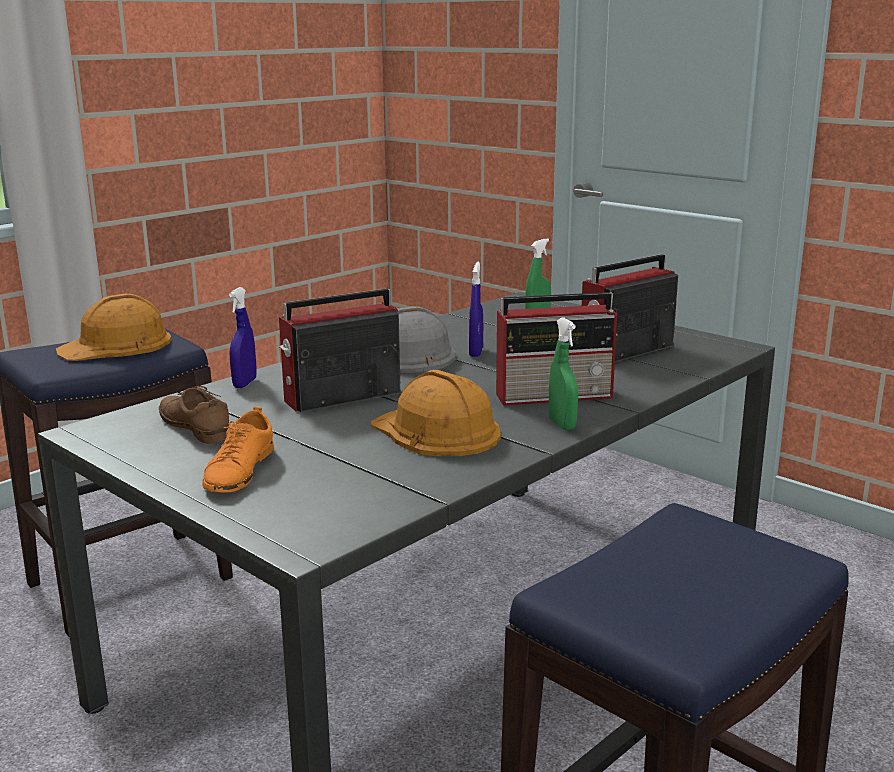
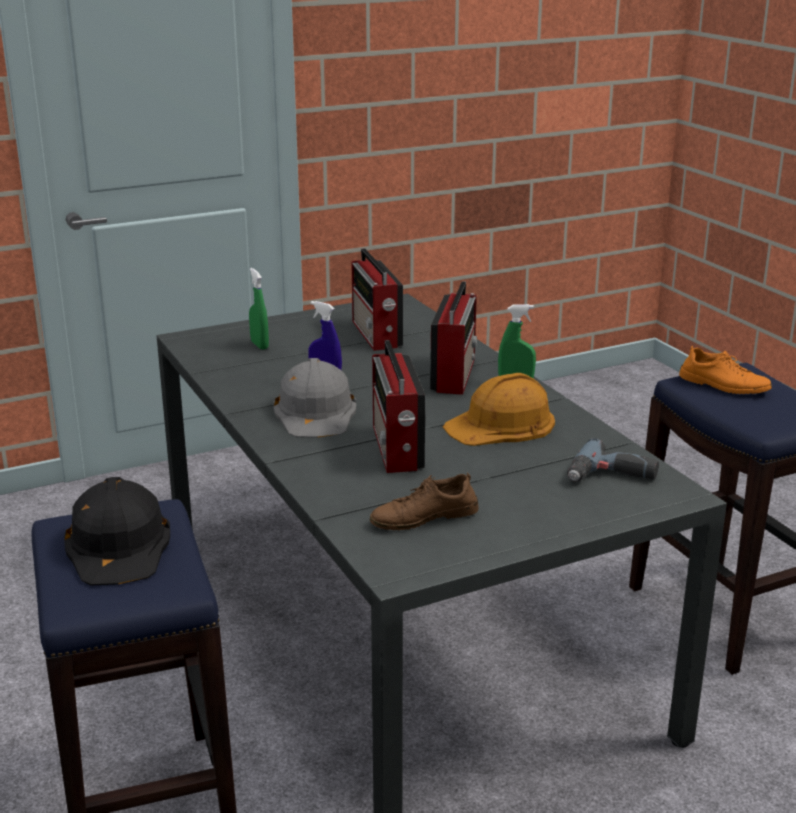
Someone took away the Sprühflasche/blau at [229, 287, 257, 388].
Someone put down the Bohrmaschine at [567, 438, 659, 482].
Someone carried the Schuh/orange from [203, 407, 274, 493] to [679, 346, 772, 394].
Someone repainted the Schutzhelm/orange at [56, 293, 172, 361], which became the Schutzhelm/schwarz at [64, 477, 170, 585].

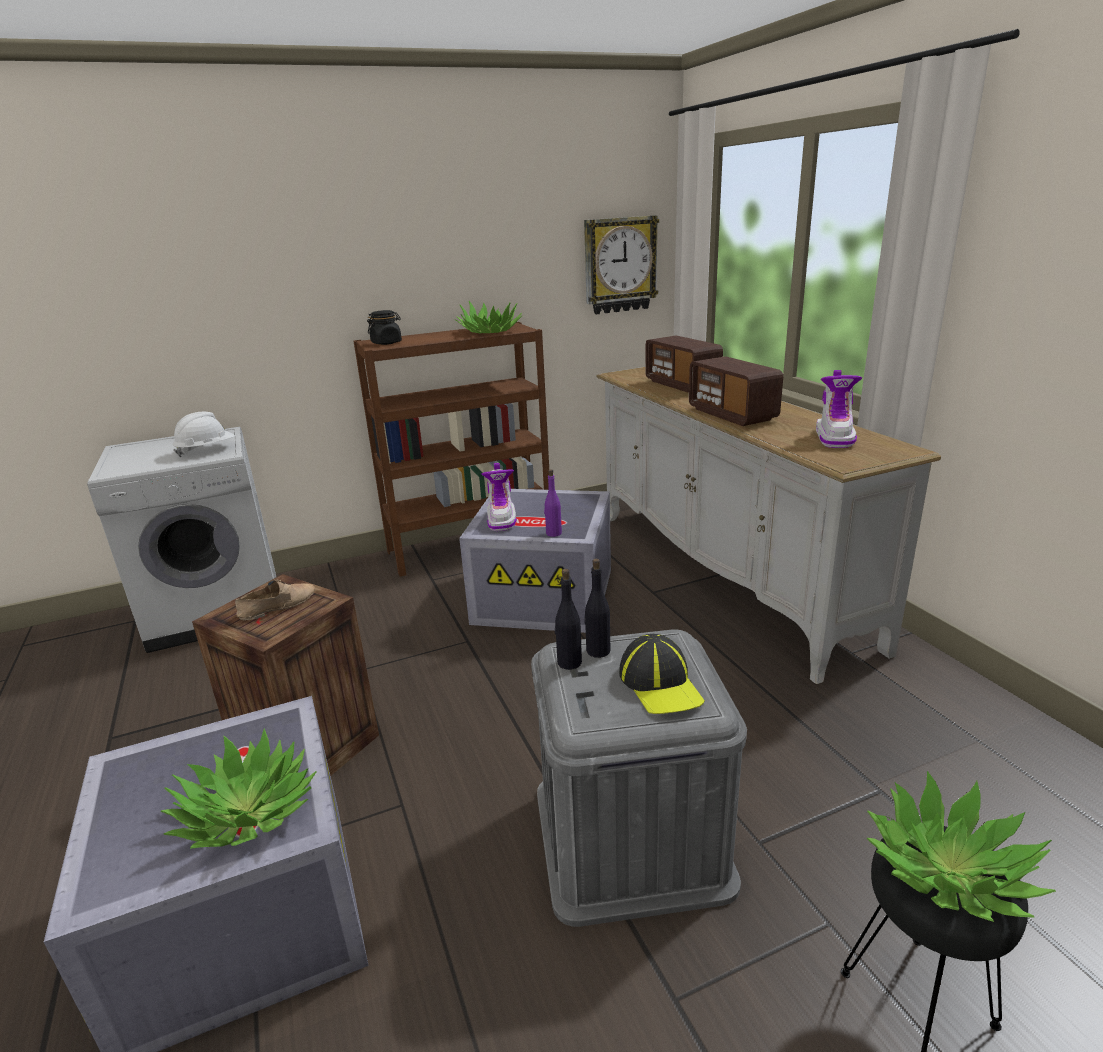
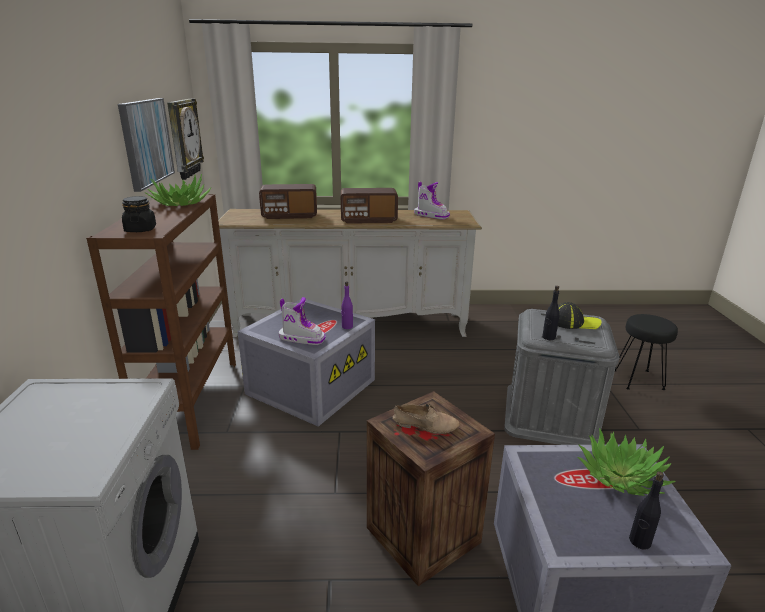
Someone took away the Schutzhelm/weiß at [173, 412, 235, 457].
Someone took away the Topfpflanze at [866, 771, 1056, 922].
Someone put up the Bild at [118, 98, 175, 192].
Someone carried the Flasche/schwarz from [584, 559, 610, 658] to [629, 471, 664, 550].
Someone rotated the Schuh/beige at [235, 579, 315, 620] by 120 degrees clockwise.

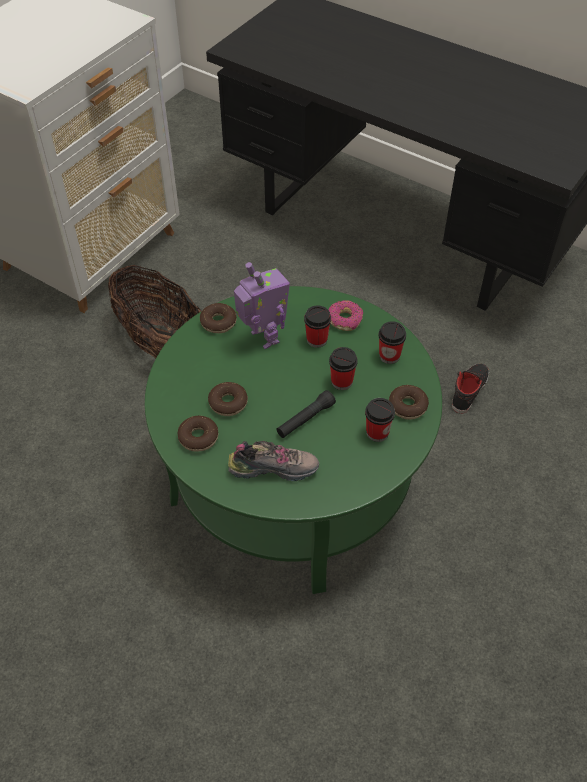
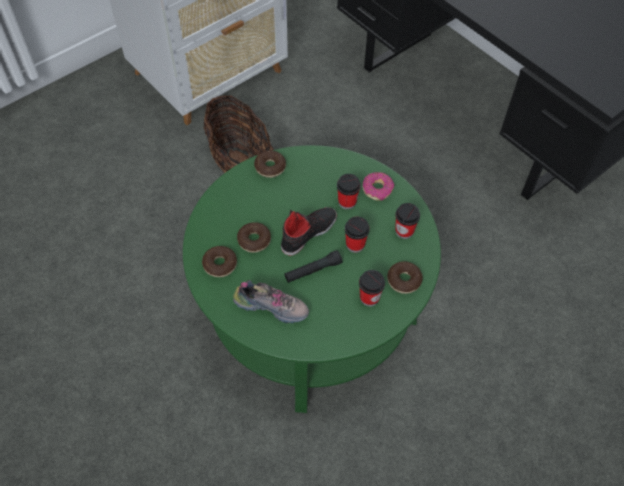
Someone took away the Spielzeugroboter at [234, 262, 290, 349].
Someone carried the Schuh/schwarz from [452, 363, 489, 414] to [281, 207, 337, 256].

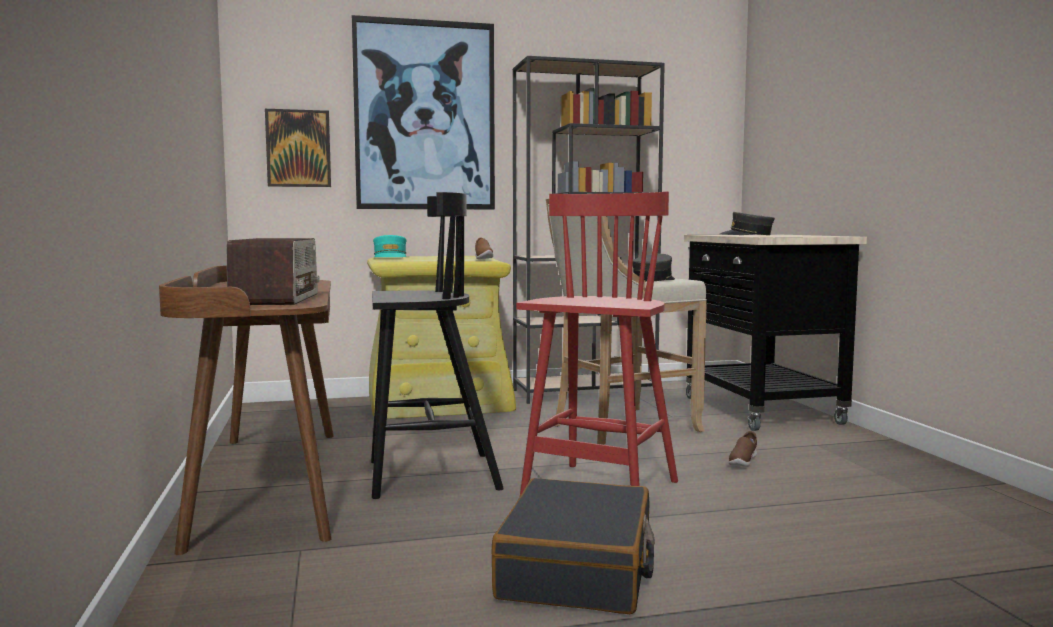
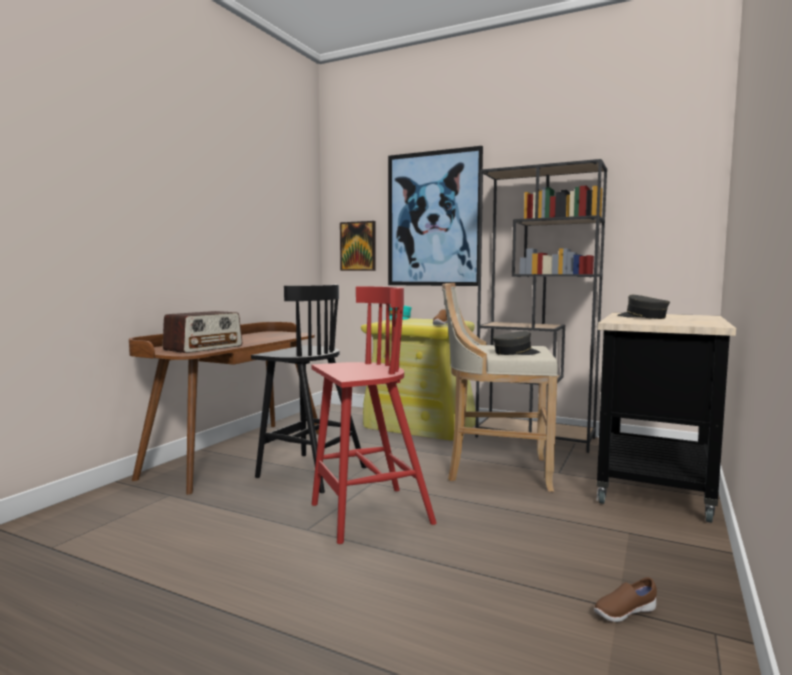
Someone took away the Koffer/schwarz at [491, 478, 655, 614].
Someone carried the Schuh/braun from [729, 431, 757, 467] to [594, 577, 657, 622].

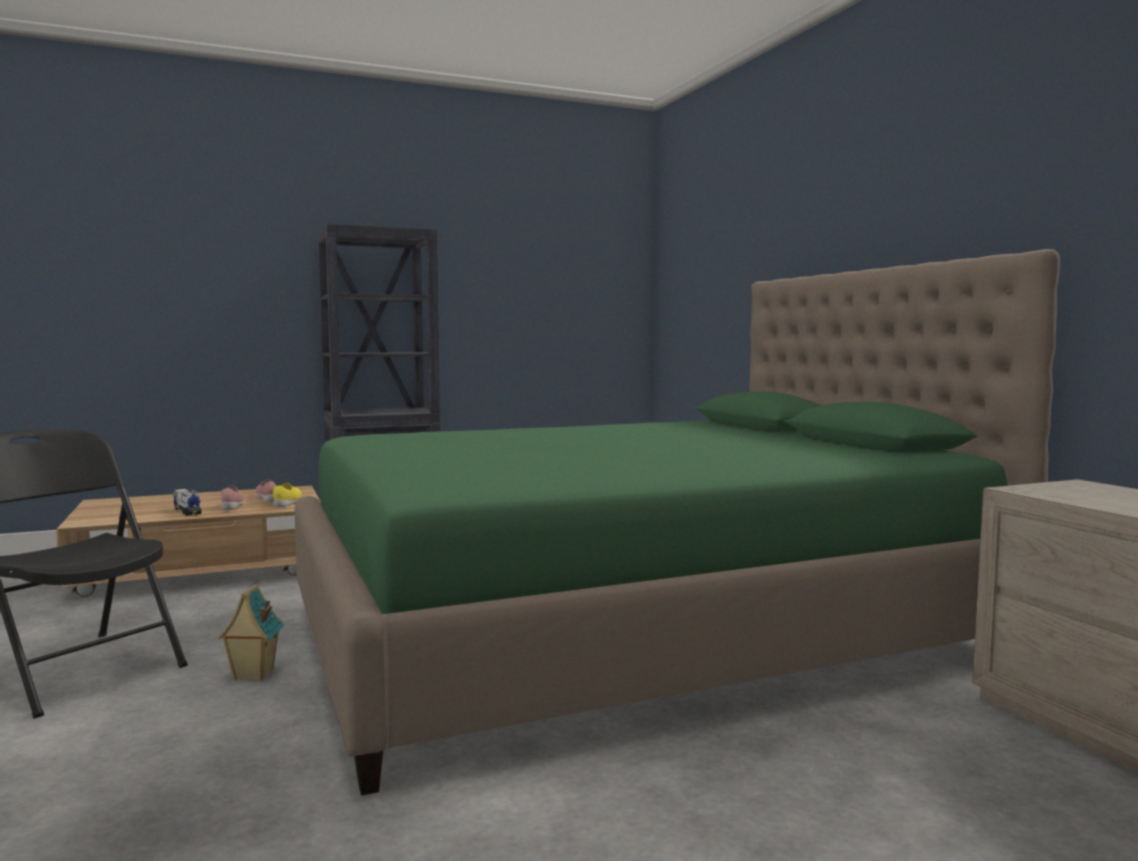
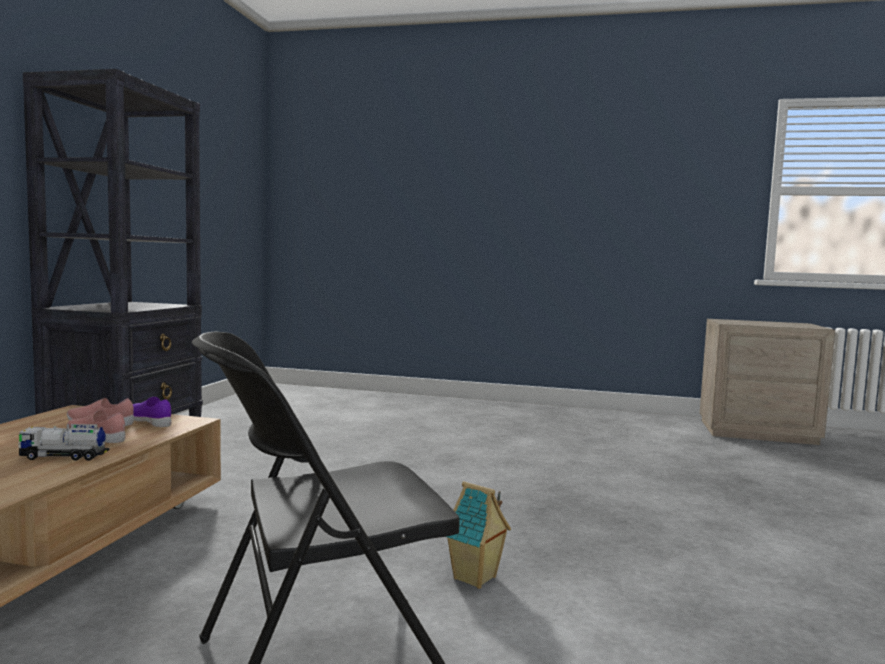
Someone took away the Bett/grün at [295, 249, 1060, 796].
Someone repainted the Schuh/gelb at [273, 483, 302, 507], which became the Schuh/lila at [133, 397, 171, 427].

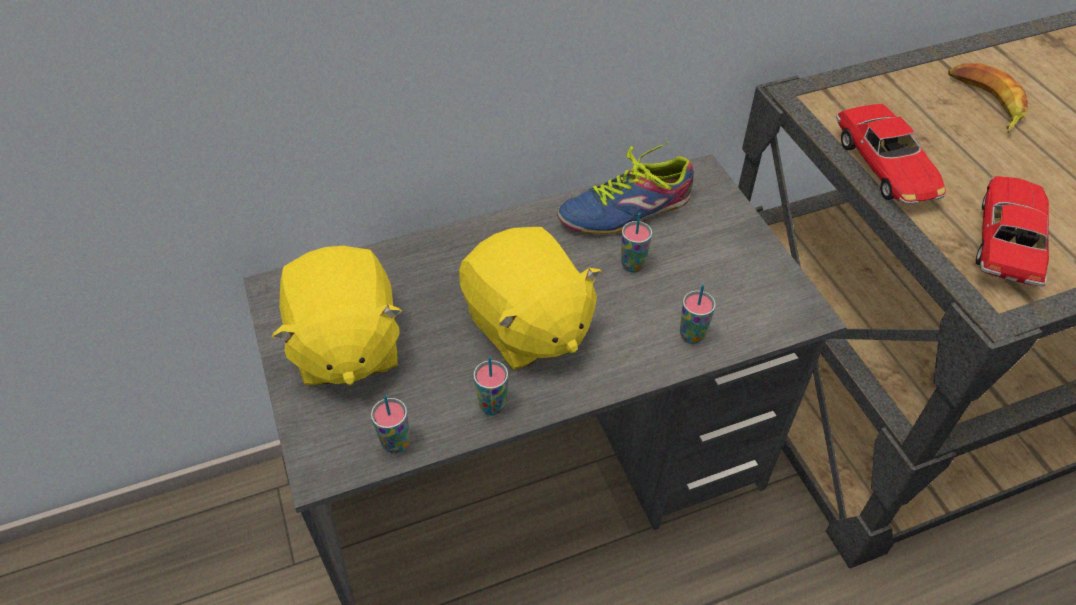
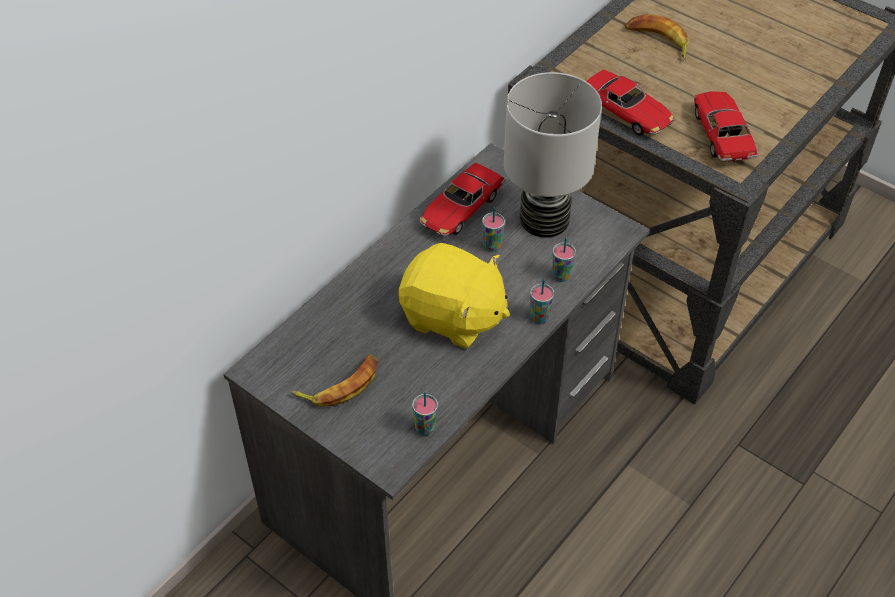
Someone put down the Tischlampe/grau at [504, 72, 602, 237].
Someone carried the Tasse from [473, 356, 508, 415] to [530, 279, 554, 324].
Someone swapped the Plüschtier/gelb at [272, 246, 402, 386] for the Banane at [291, 354, 378, 407].
Someone swapped the Schuh at [557, 141, 694, 234] for the Spielzeugauto at [419, 163, 505, 236].

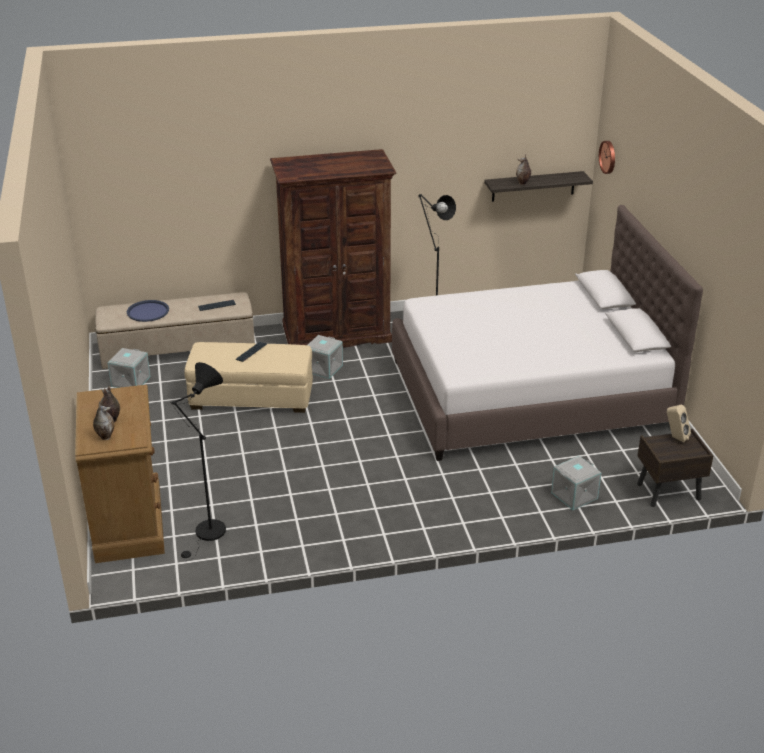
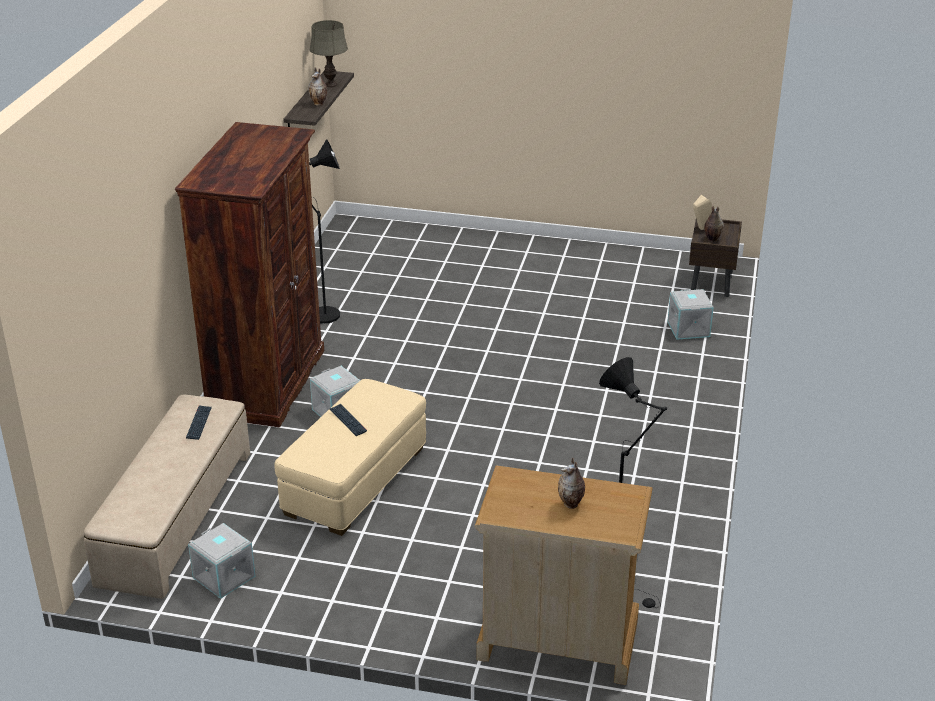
Someone took away the Tablett/blau at [127, 300, 169, 322].
Someone took away the Bett/weiß at [392, 205, 703, 461].
Someone took away the Wanduhr at [599, 141, 615, 174].
Someone put down the Tischlampe/grau at [310, 20, 348, 87].
Someone carried the Vase from [93, 401, 114, 440] to [704, 206, 724, 242].

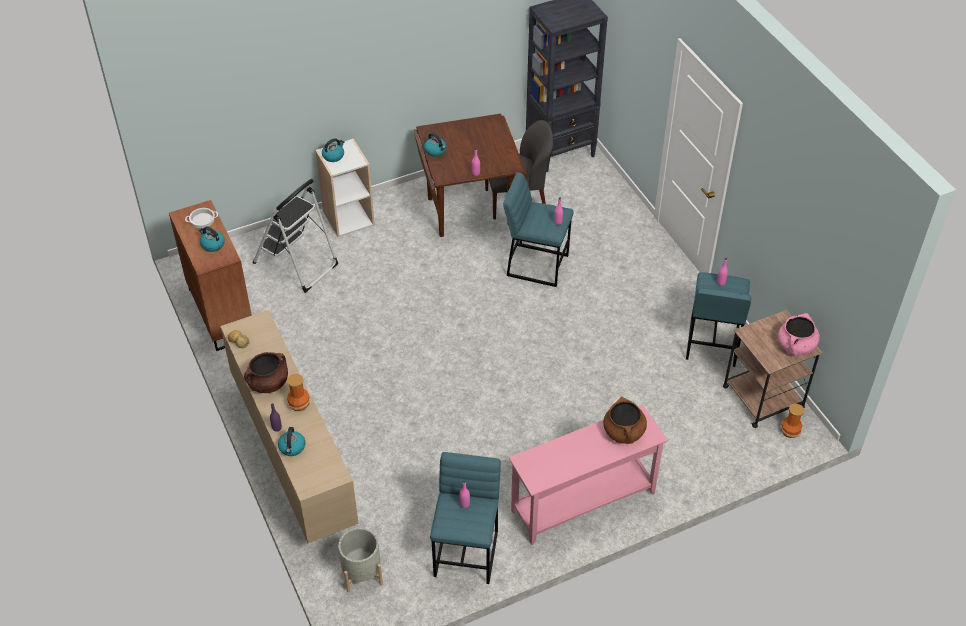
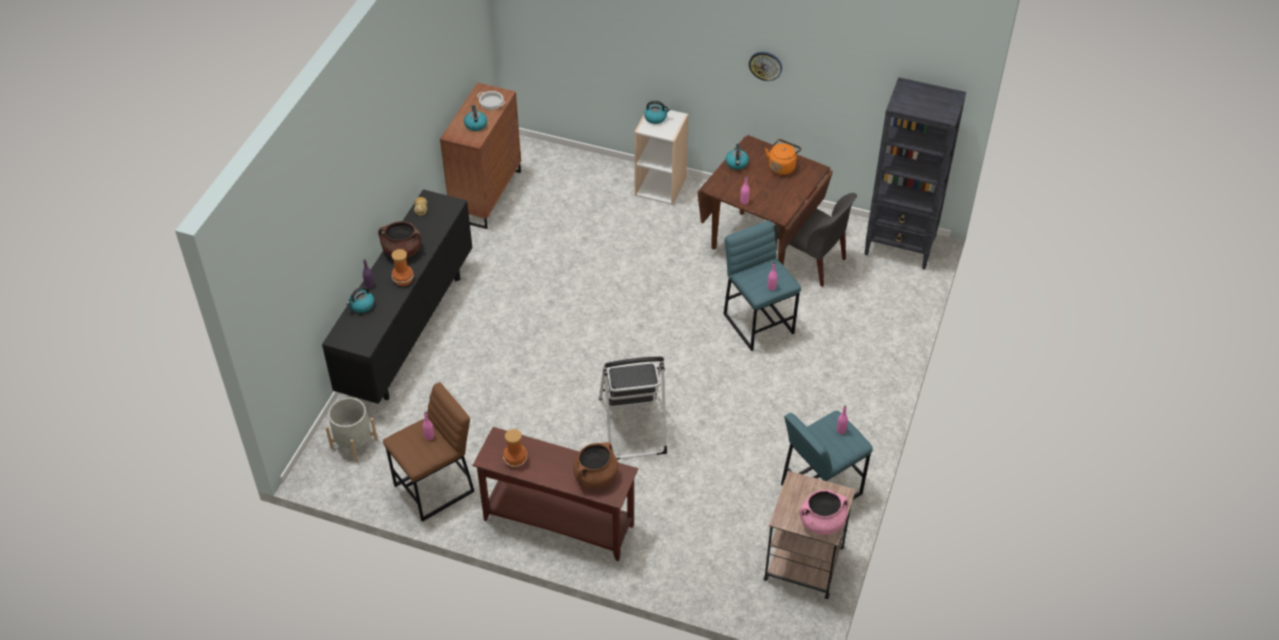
Someone put up the Wanduhr at [749, 52, 782, 81].
Someone put down the Wasserkessel/orange at [765, 139, 802, 175].
Someone carried the Trittleiter from [253, 179, 338, 293] to [599, 357, 667, 460].
Someone carried the Vase from [781, 404, 804, 438] to [503, 429, 527, 468].
Someone repainted the Schrank/beige at [220, 310, 358, 543], which became the Schrank/schwarz at [322, 189, 473, 404].
Someone repainted the Hocker/blau at [430, 452, 501, 584], which became the Hocker/braun at [383, 382, 474, 522].
Someone repainted the Konsolentisch/rosa at [509, 405, 668, 545], which became the Konsolentisch/braun at [473, 427, 638, 561].

